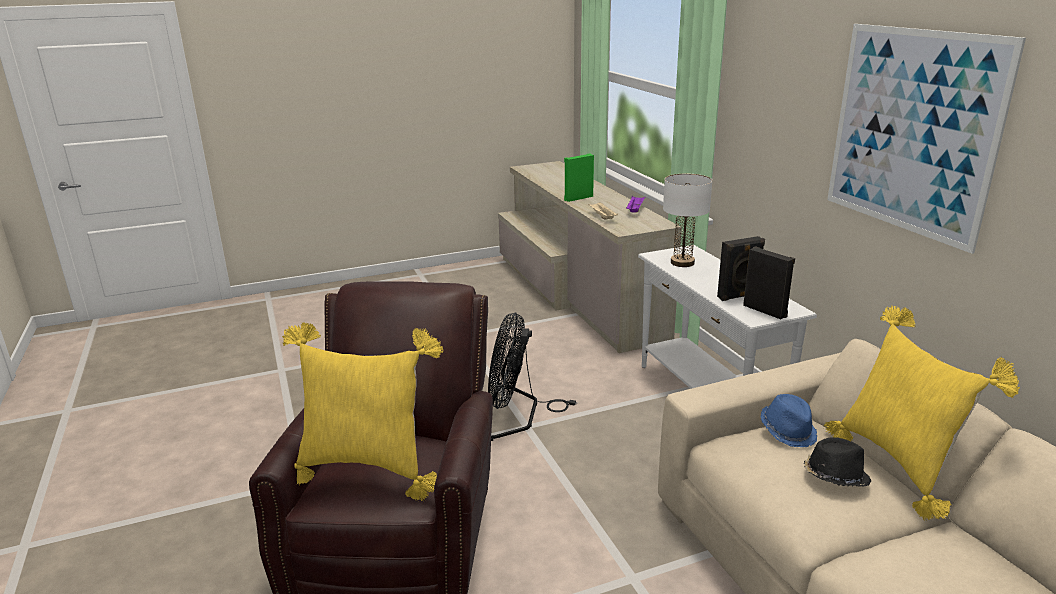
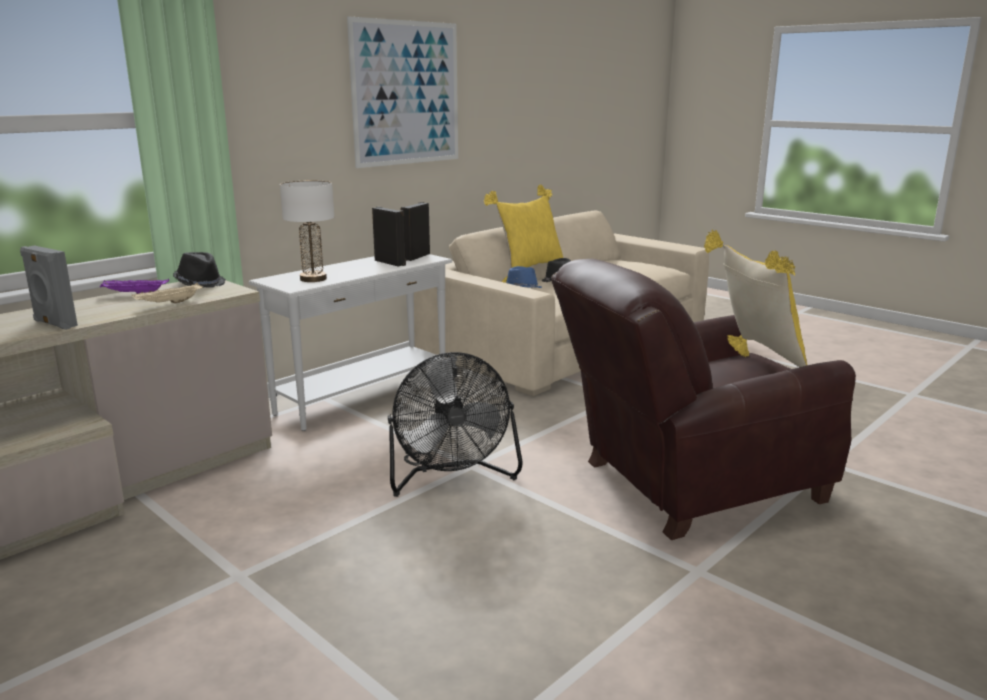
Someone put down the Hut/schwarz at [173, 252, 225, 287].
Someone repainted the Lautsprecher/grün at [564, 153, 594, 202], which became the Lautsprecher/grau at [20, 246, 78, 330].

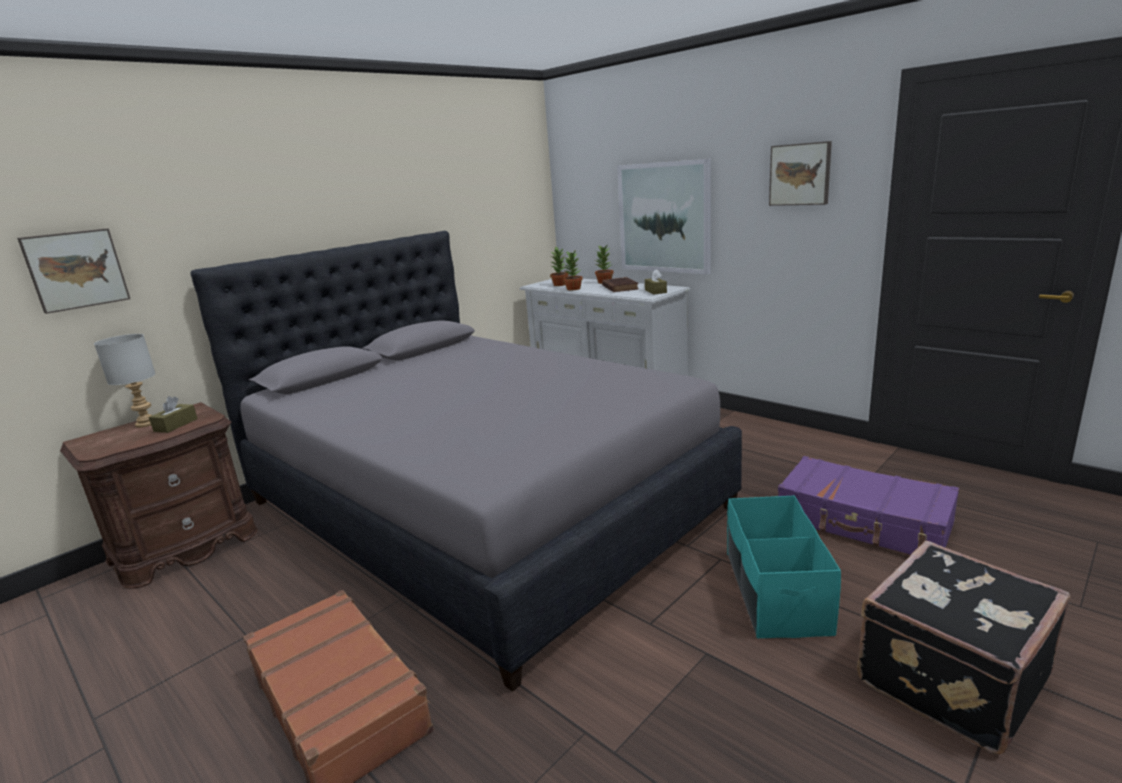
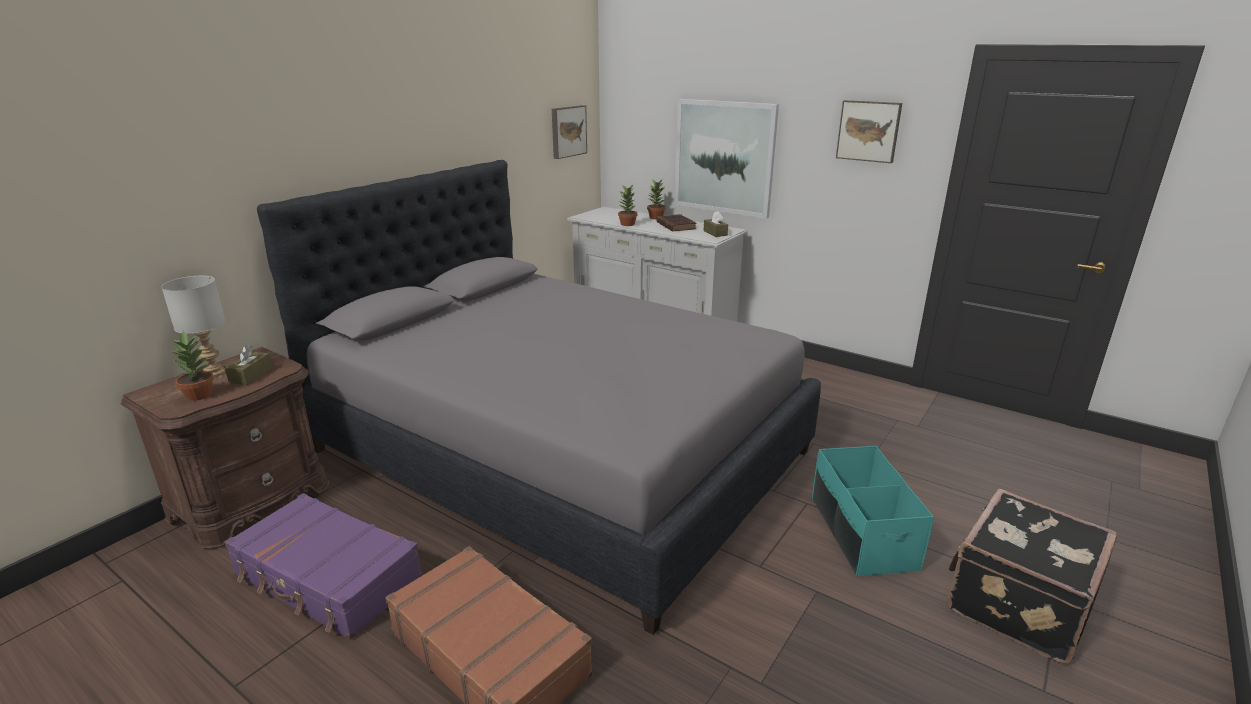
Someone carried the Bild from [17, 228, 130, 314] to [552, 105, 587, 159].
Someone carried the Topfpflanze from [550, 247, 569, 286] to [169, 330, 214, 401].
Someone carried the Koffer/lila from [778, 456, 959, 555] to [225, 493, 422, 640].

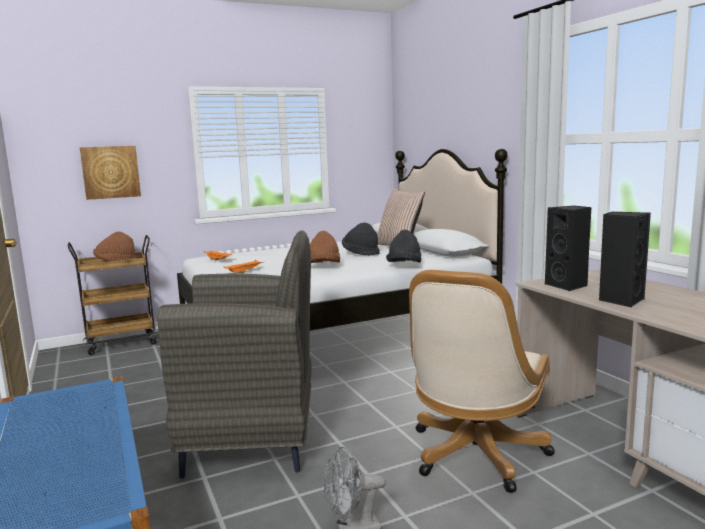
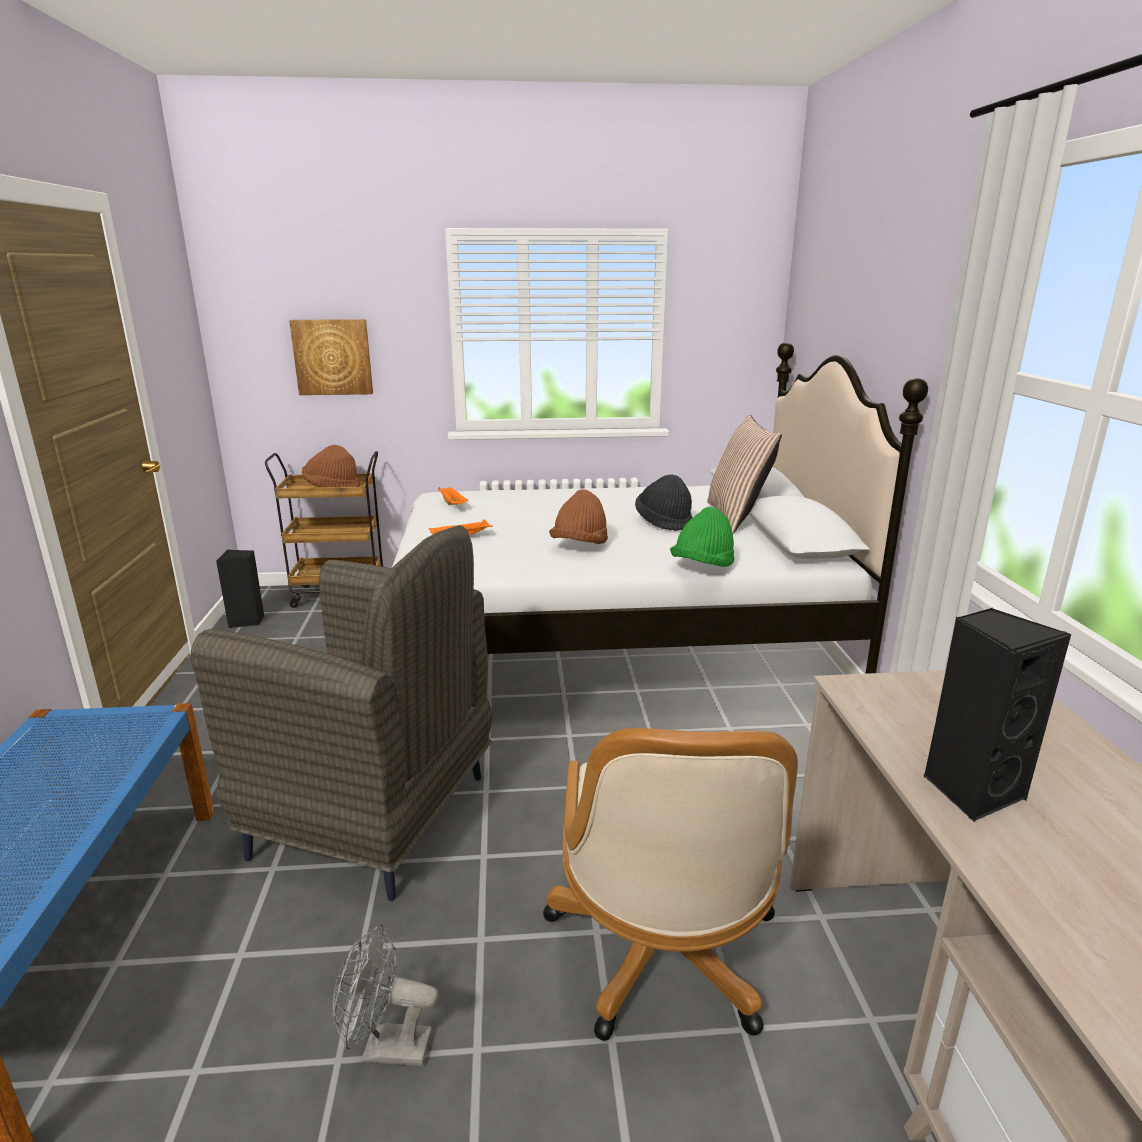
Someone carried the Lautsprecher/schwarz from [545, 206, 591, 291] to [216, 549, 264, 628].
Someone repainted the Hut/schwarz at [386, 230, 421, 263], which became the Hut/grün at [670, 507, 734, 567].
Someone rotated the Bürostuhl at [409, 270, 555, 493] by 45 degrees counterclockwise.

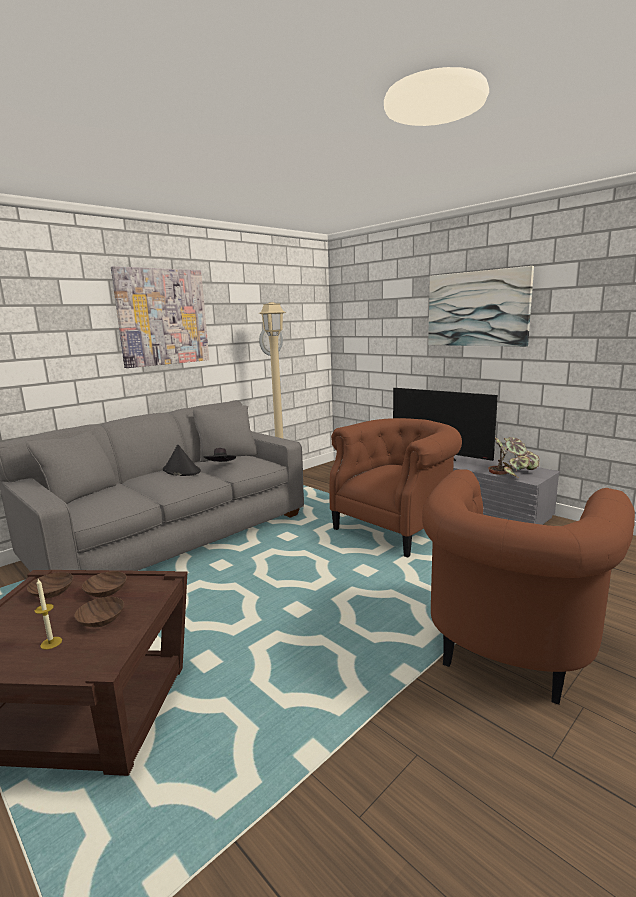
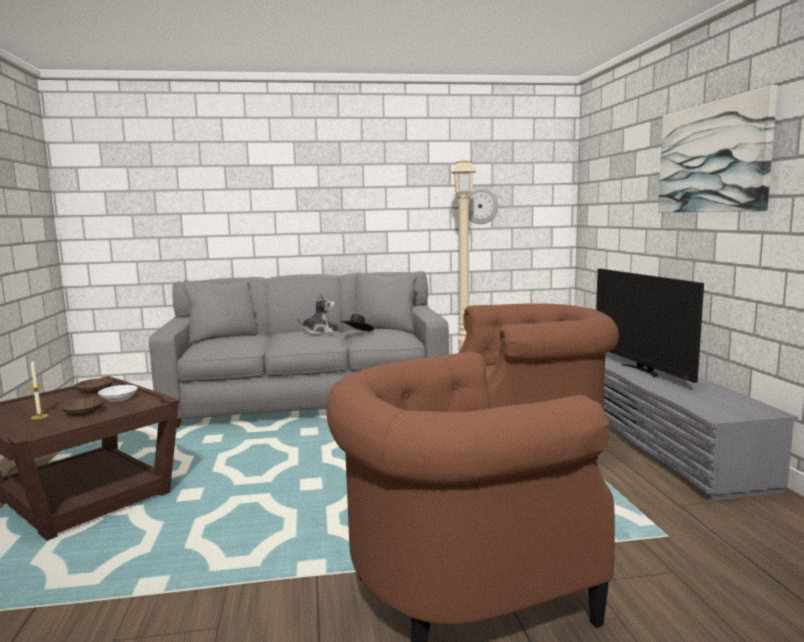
Someone took away the Bild at [111, 266, 209, 368].
Someone took away the Topfpflanze at [488, 437, 540, 478].
Someone swapped the Hut/schwarz at [163, 444, 201, 476] for the Plüschtier at [297, 292, 335, 335].
Someone repainted the Schüssel/braun at [82, 571, 127, 597], which became the Schüssel/weiß at [98, 385, 138, 402].

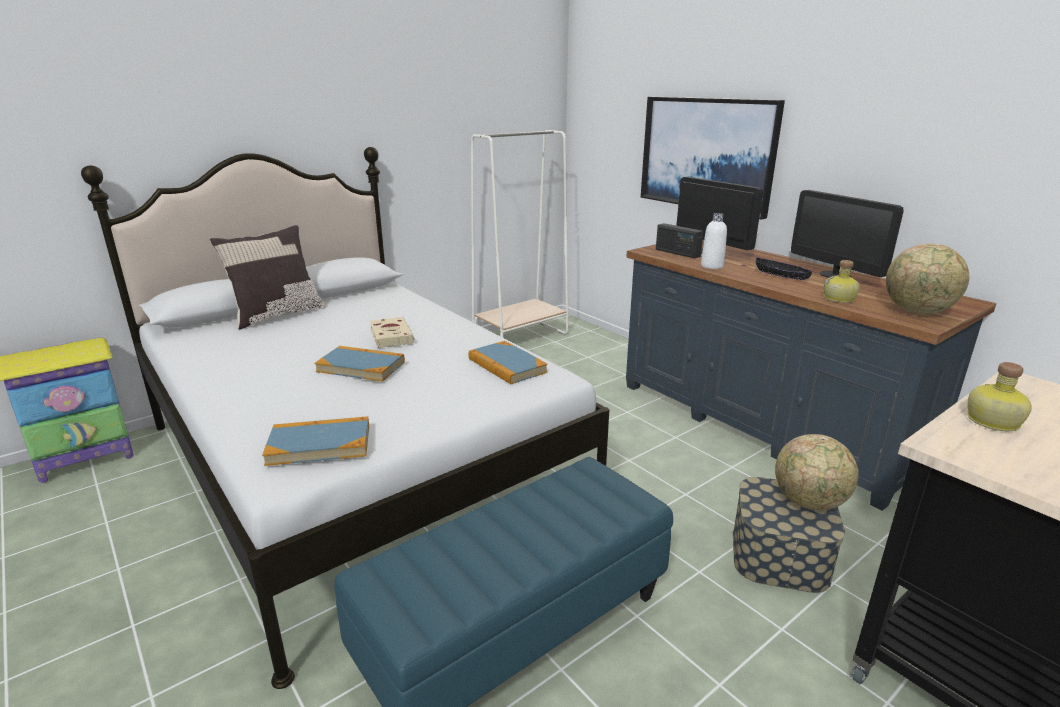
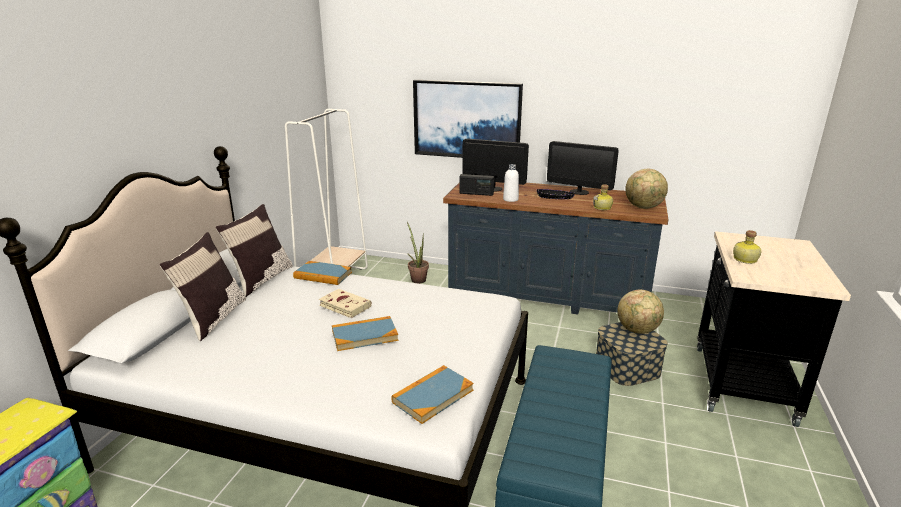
Someone put down the Kissen at [216, 204, 293, 297].
Someone put down the Topfpflanze at [407, 222, 429, 284].
Someone carried the Buch from [468, 341, 548, 384] to [293, 261, 352, 285].

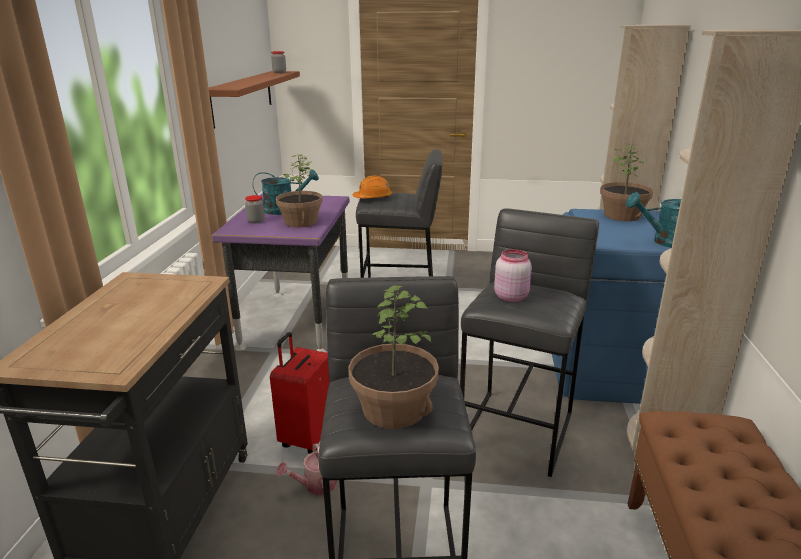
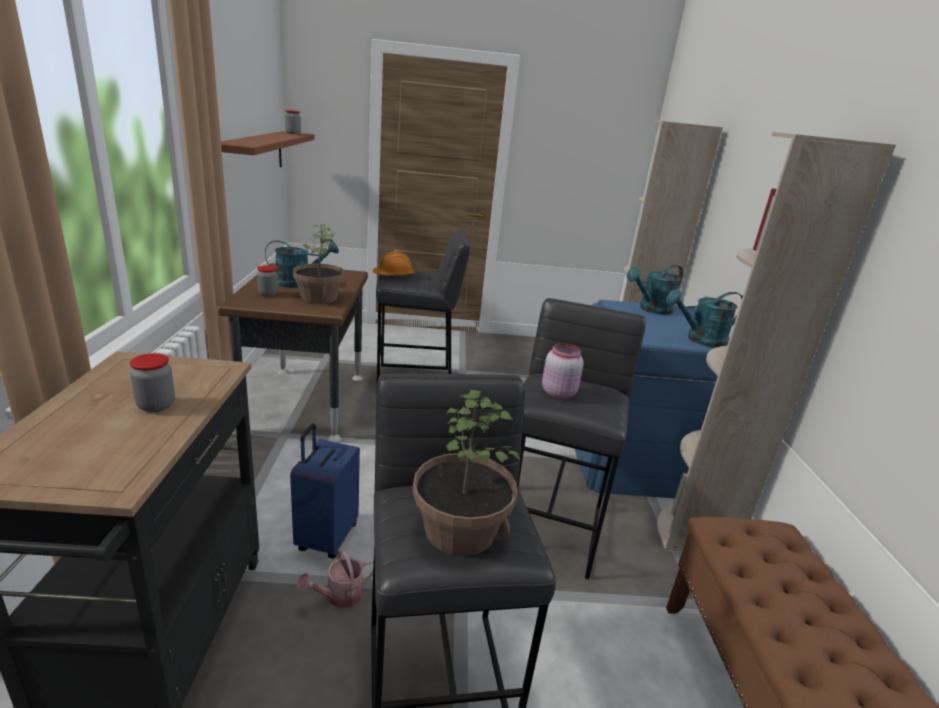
Someone put down the Vorratsglas at [130, 353, 175, 412].
Someone swapped the Topfpflanze at [600, 143, 653, 221] for the Gießkanne/türkis at [627, 265, 683, 315].
Someone repainted the Schreibtisch/lila at [212, 194, 350, 353], which became the Schreibtisch/braun at [218, 263, 368, 442].
Someone repainted the Koffer/rot at [270, 332, 330, 454], which became the Koffer/blau at [290, 423, 360, 558].

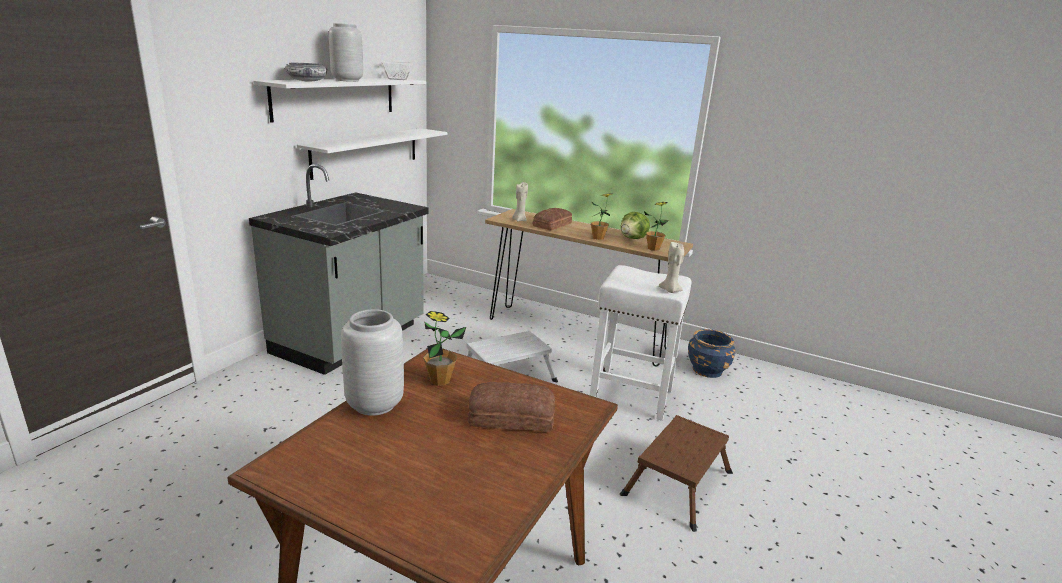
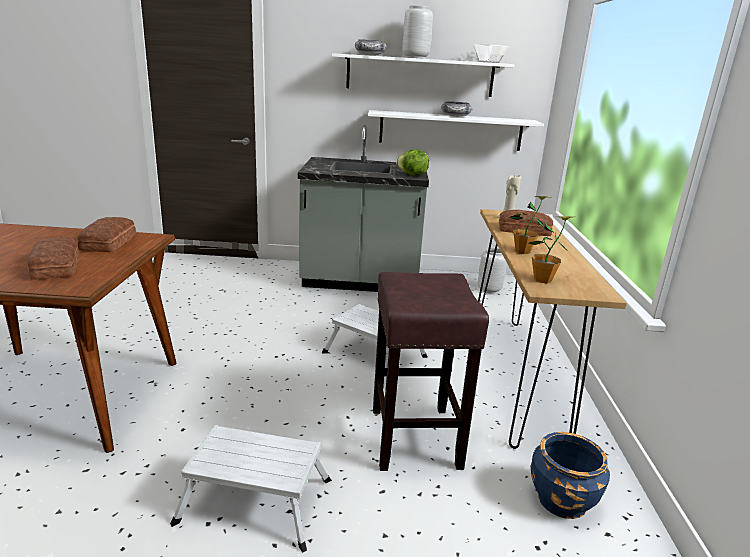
Someone took away the Kerze/beige at [659, 242, 684, 293].
Someone put down the Schüssel at [441, 101, 472, 117].
Someone carried the Vase/grau from [341, 309, 404, 416] to [478, 248, 507, 293].
Someone carried the Salatkopf from [621, 212, 650, 239] to [396, 150, 429, 176].
Someone swapped the Topfpflanze at [423, 311, 466, 386] for the Brot at [78, 217, 136, 252].
Someone repainted the Hocker/weiß at [590, 265, 691, 421], which became the Hocker/braun at [373, 272, 489, 471].
Someone repainted the Trittleiter/braun at [620, 415, 733, 532], which became the Trittleiter/weiß at [170, 425, 332, 553].

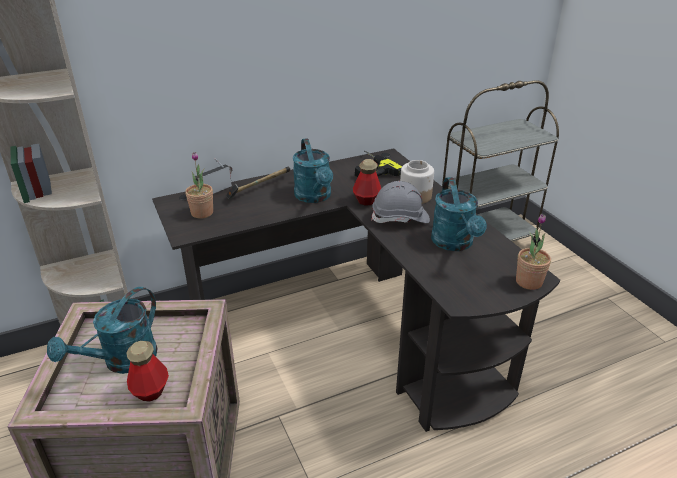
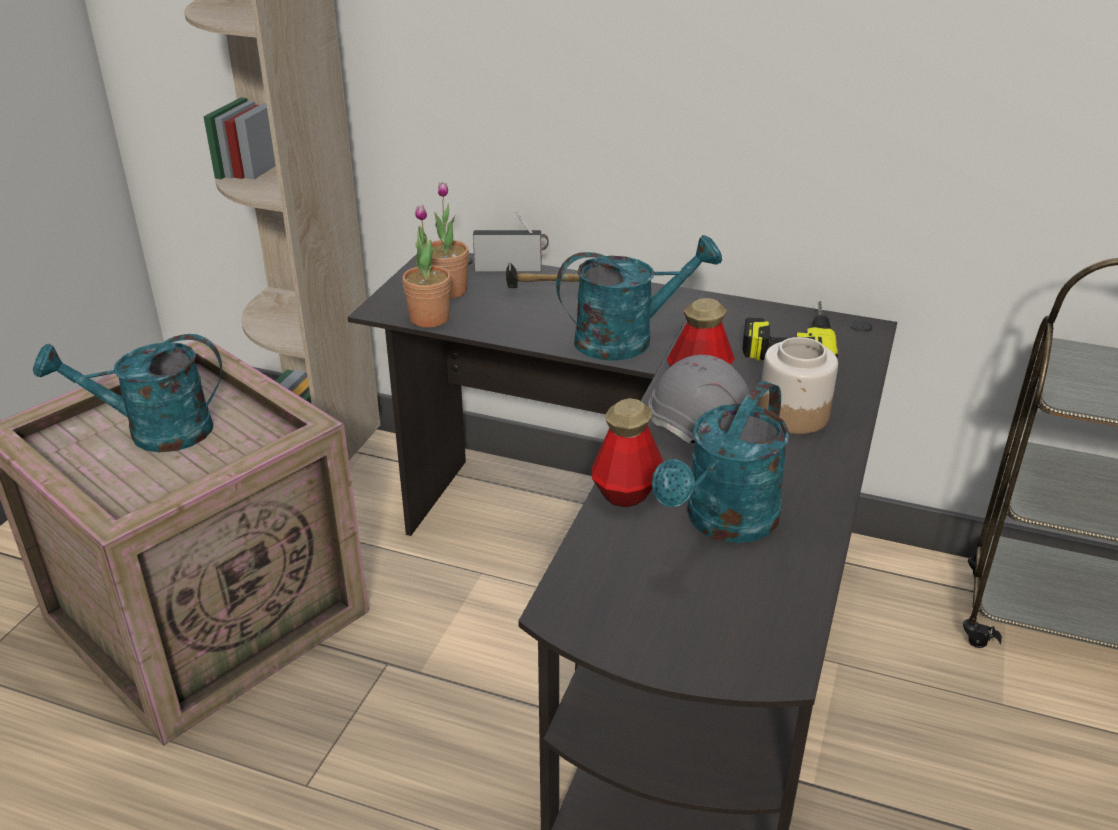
Someone carried the Flasche from [127, 341, 169, 402] to [592, 398, 663, 507].
Someone carried the Topfpflanze from [516, 214, 551, 290] to [402, 205, 451, 328].
Someone rotated the Gießkanne/türkis at [293, 138, 333, 203] by 135 degrees counterclockwise.

